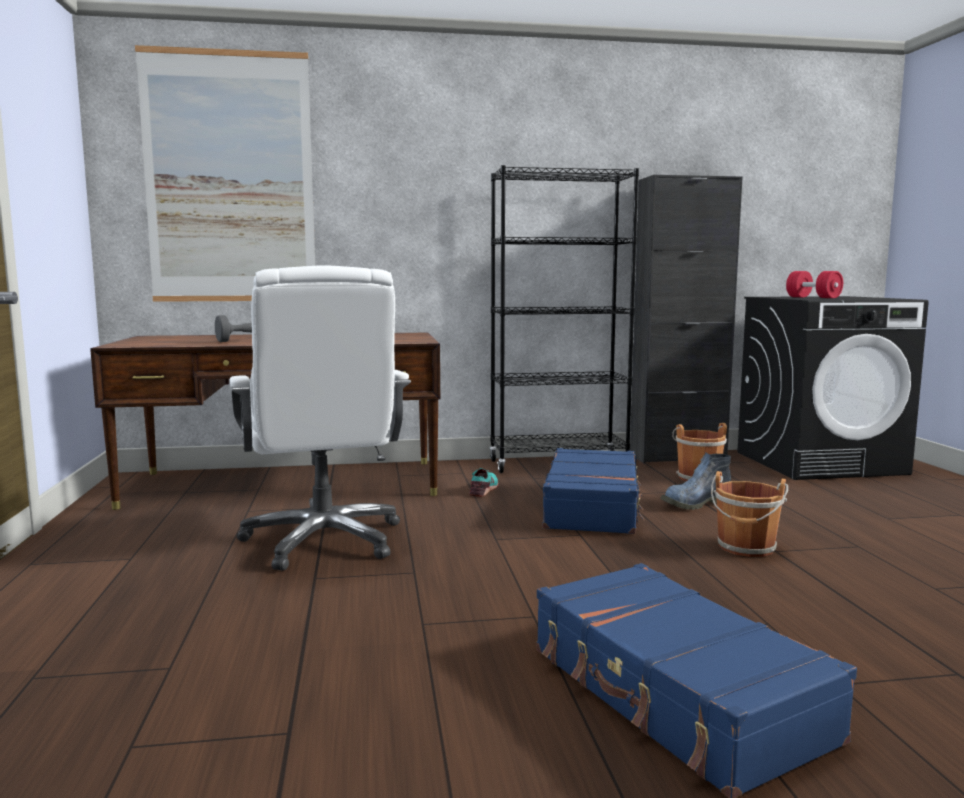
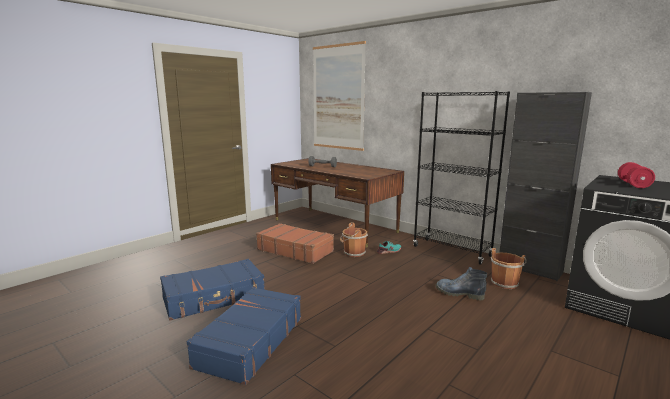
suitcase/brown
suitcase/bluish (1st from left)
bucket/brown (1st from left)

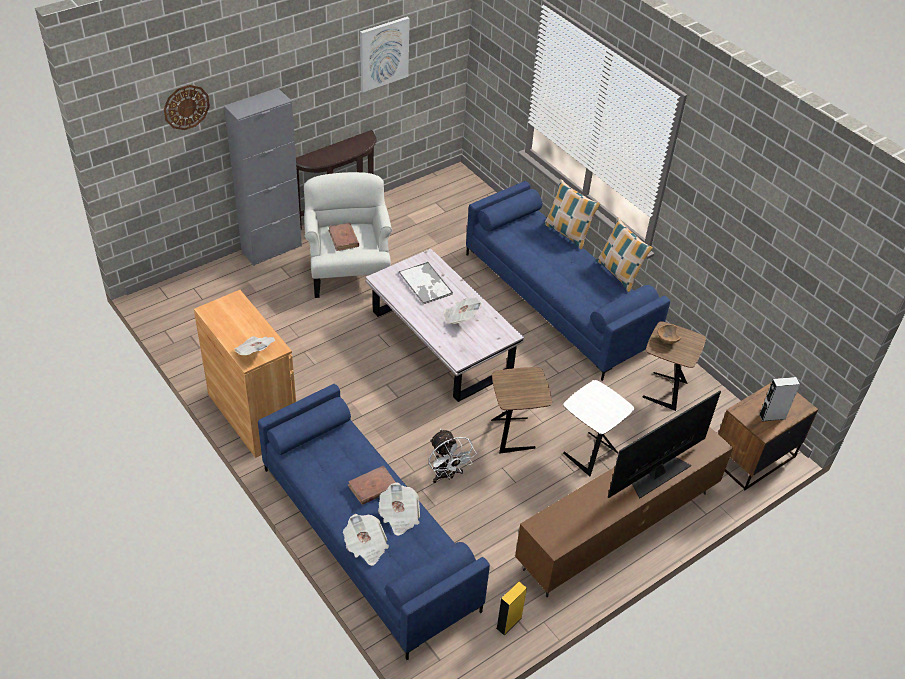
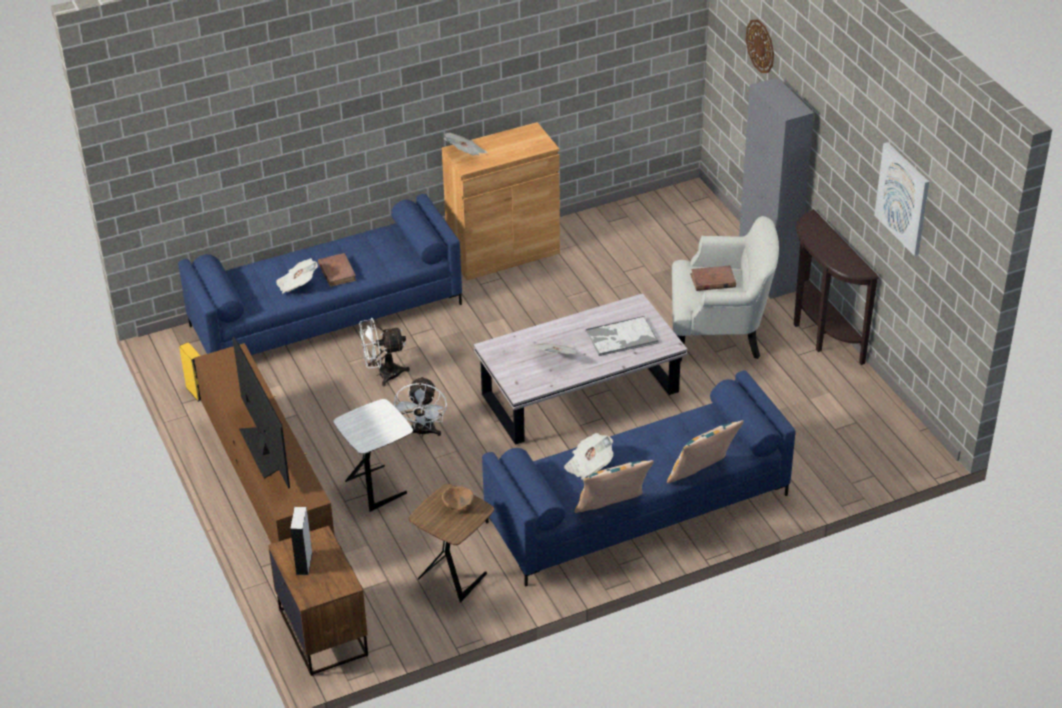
printed paper (4th from left)
electric fan/white-coloured (2nd from left)

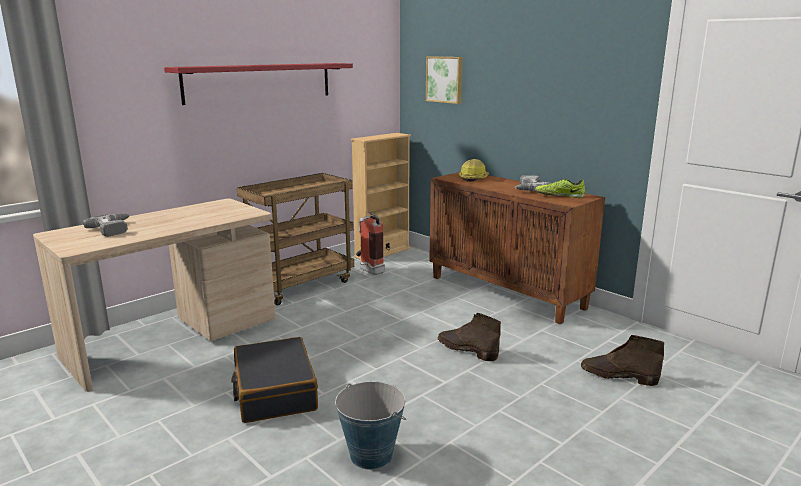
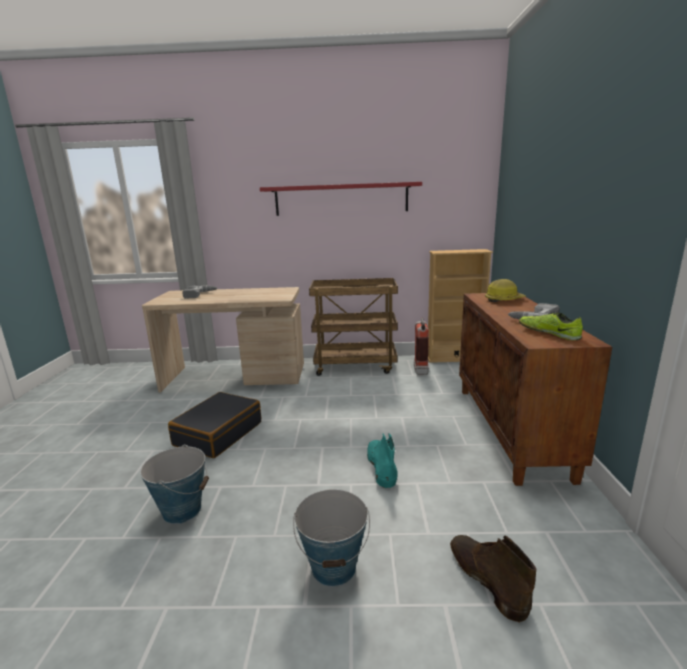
wall art
boot/blue-green
bucket (2nd from left)

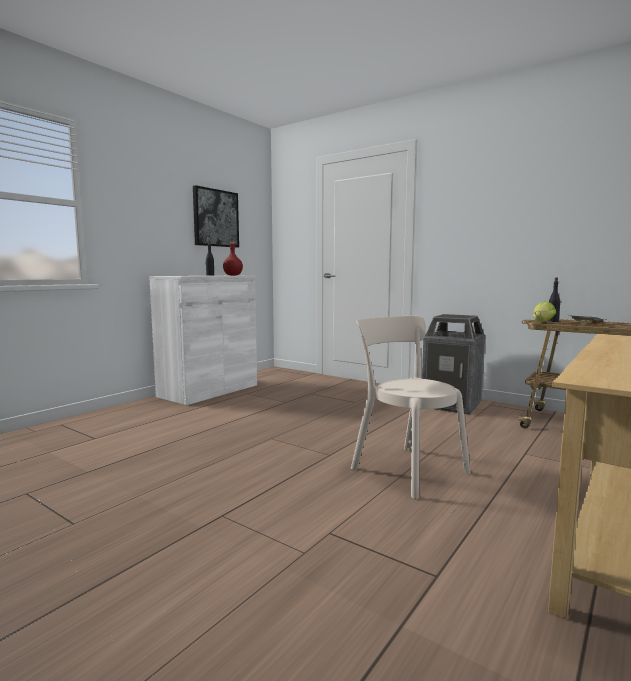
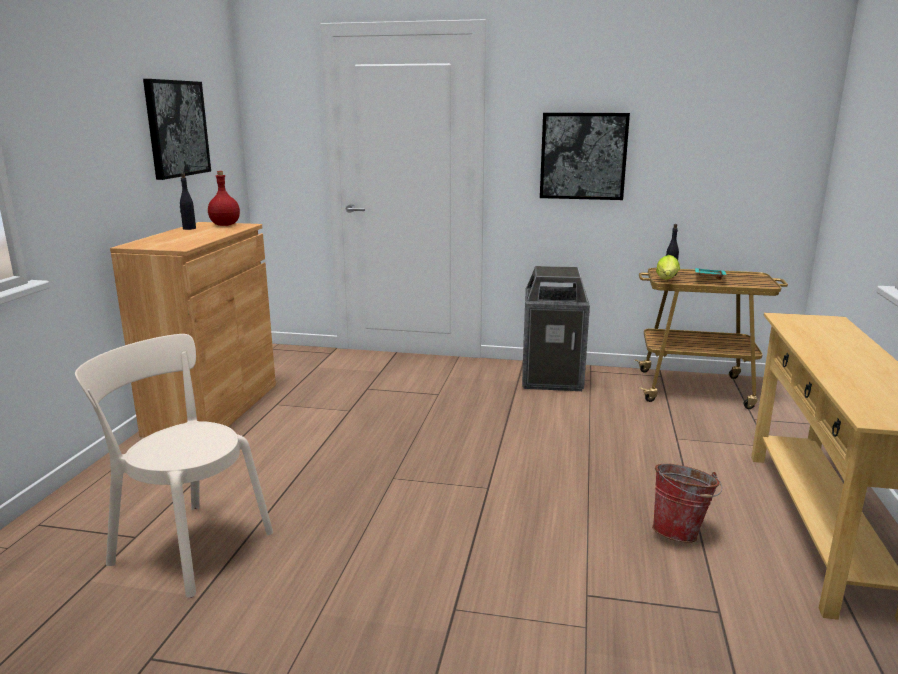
storage cabinet/brown
chair/beige-coloured
wall art (2nd from left)
bucket

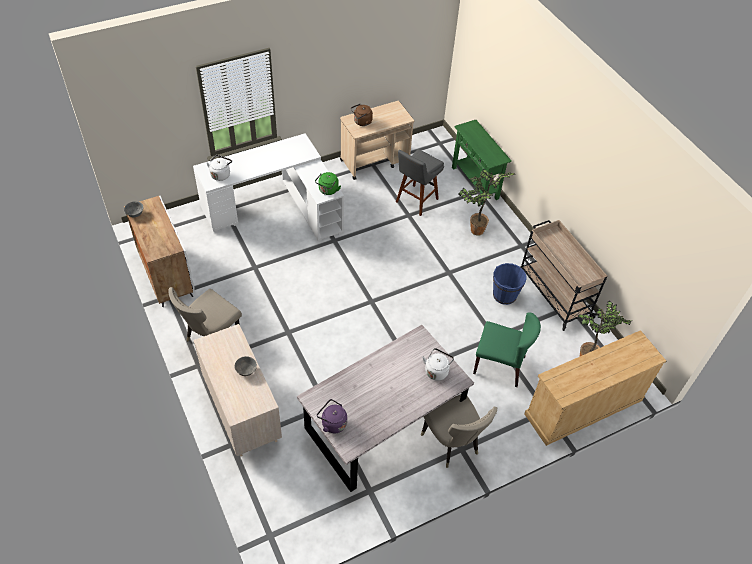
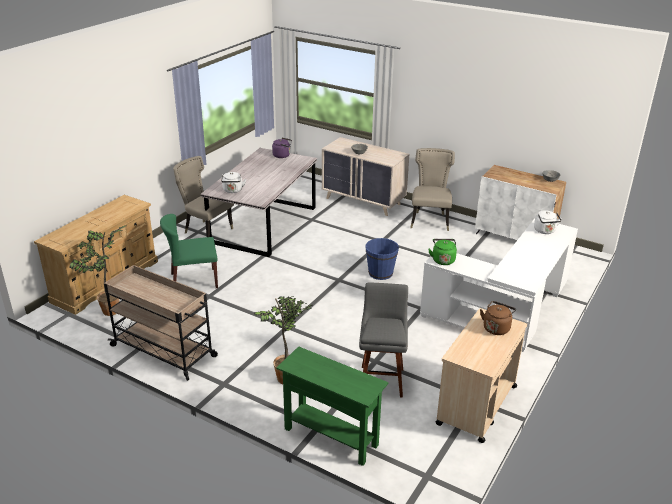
bucket/bluish

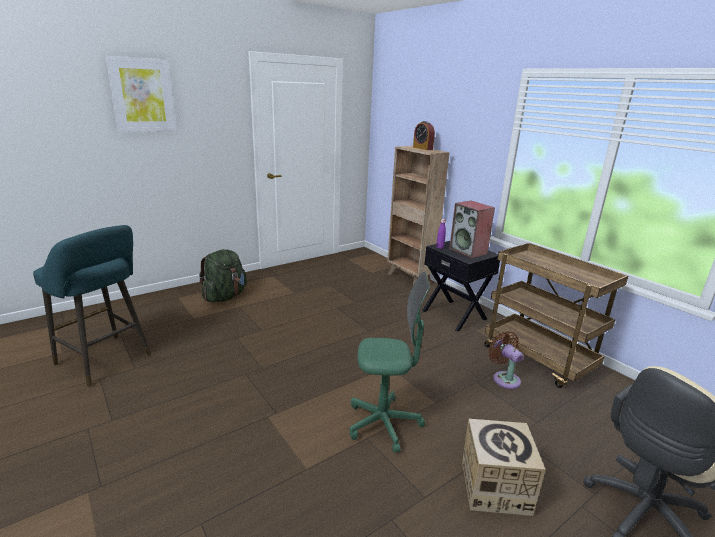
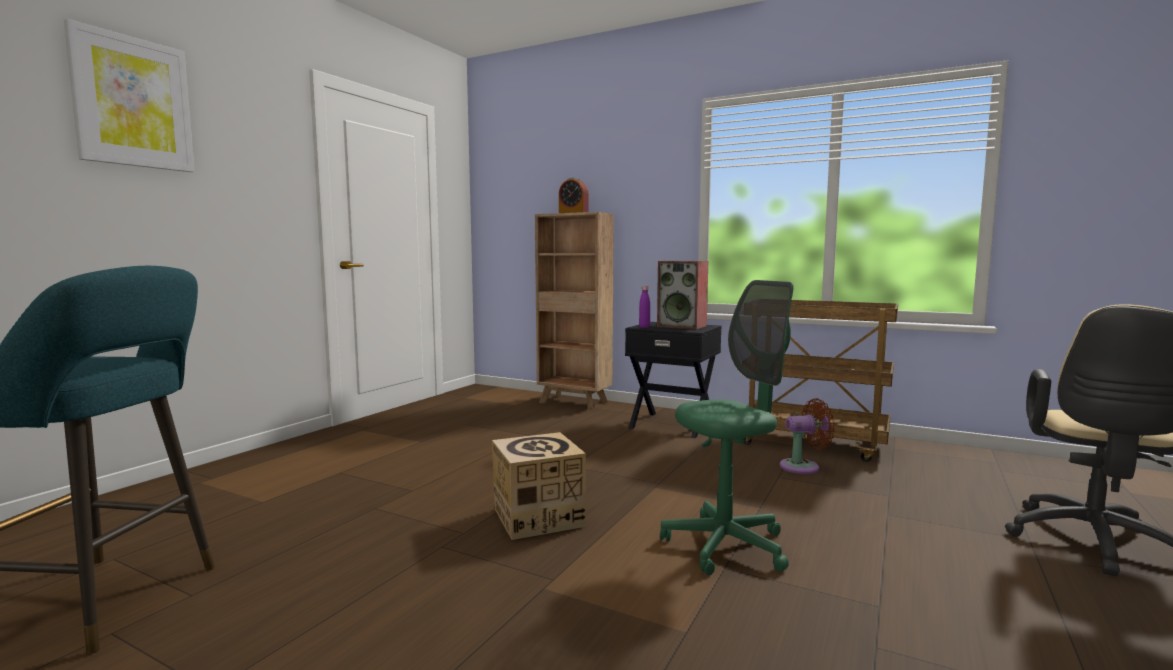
knapsack/greenish
cardboard box
electric fan/brown

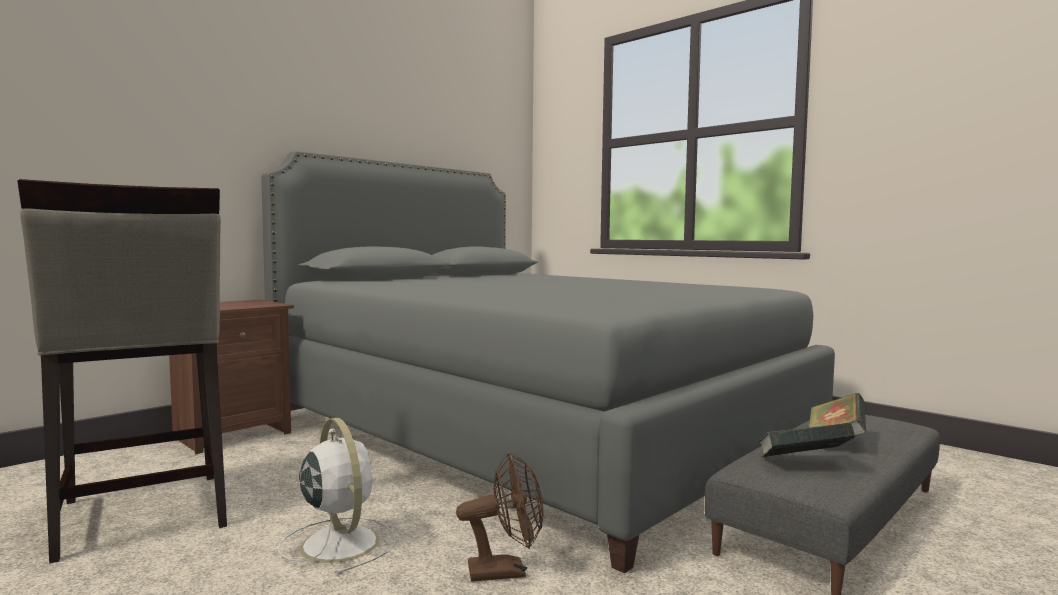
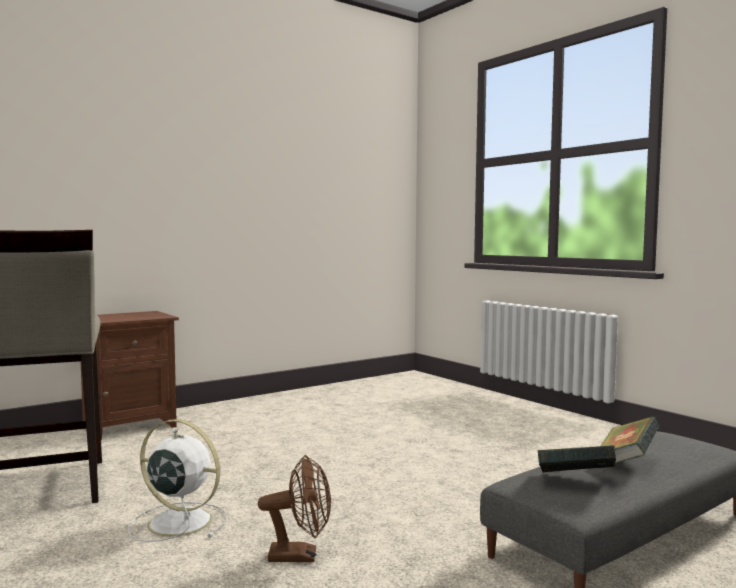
sleeping bed/greyish
electric fan/white-coloured

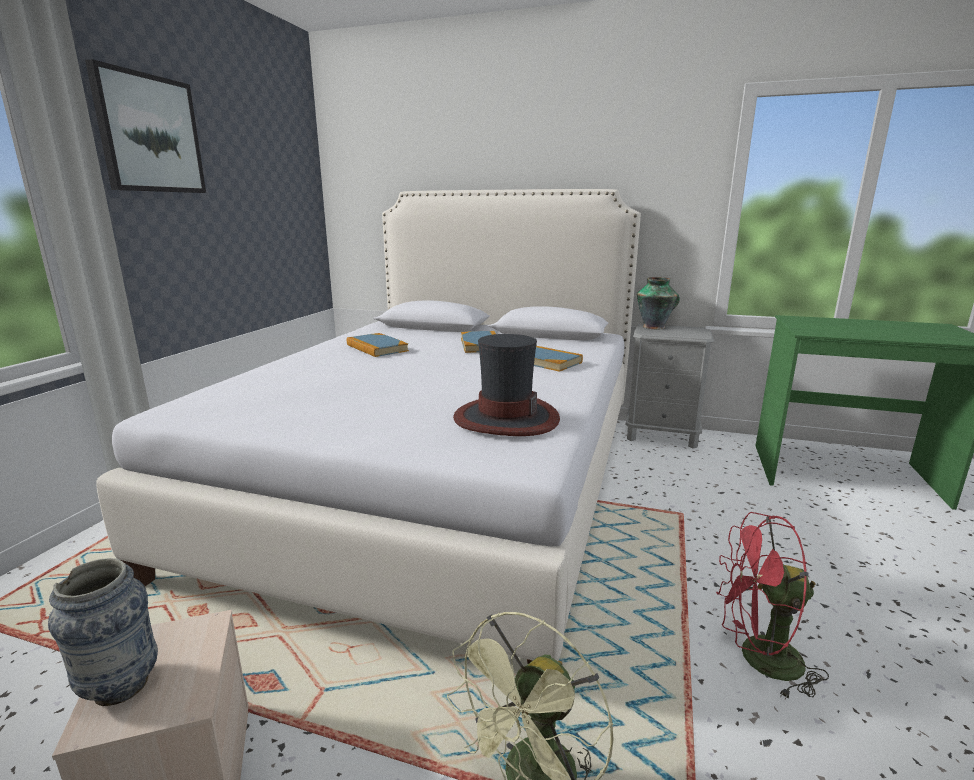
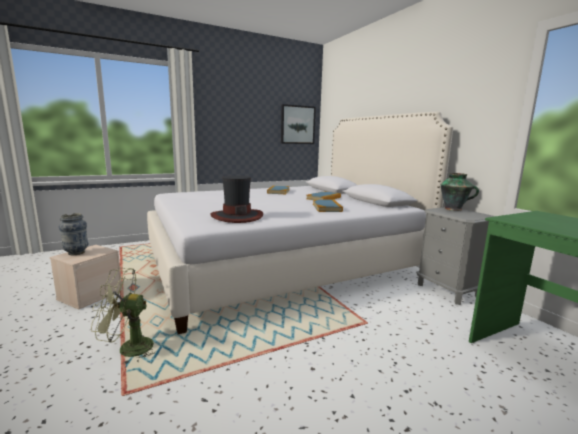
wall art
electric fan/red-coloured

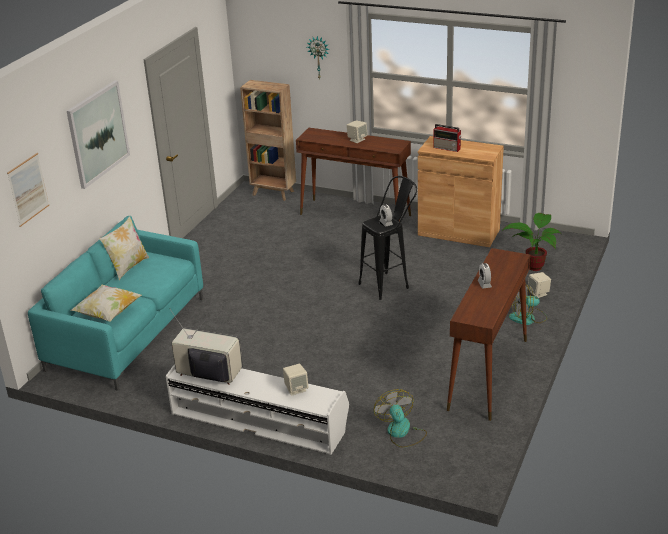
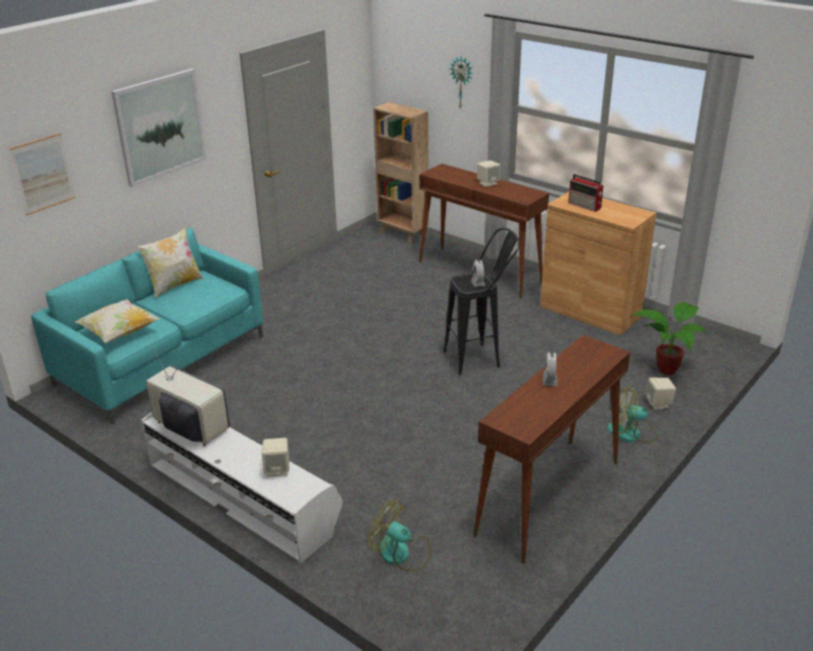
electric fan (1st from left)

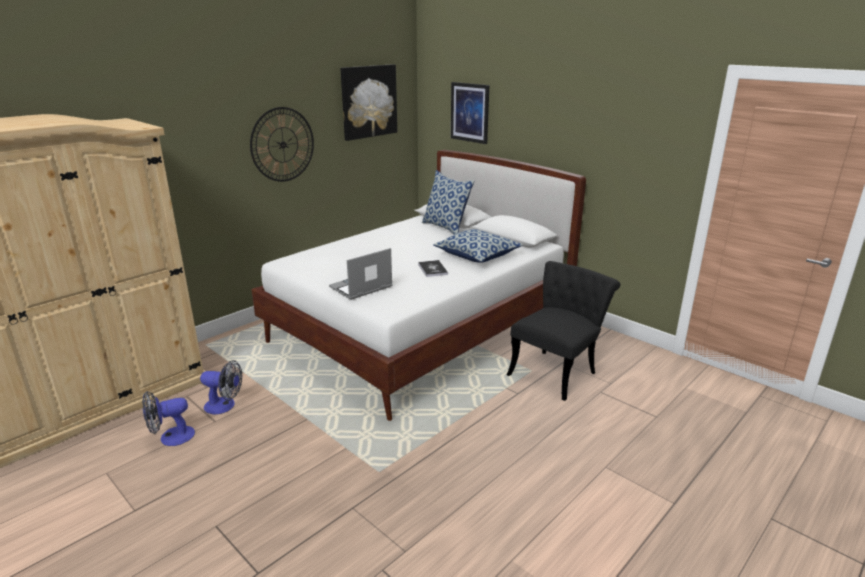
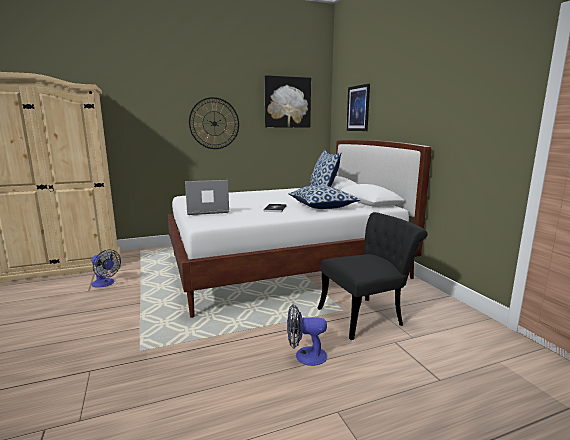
electric fan (2nd from left)

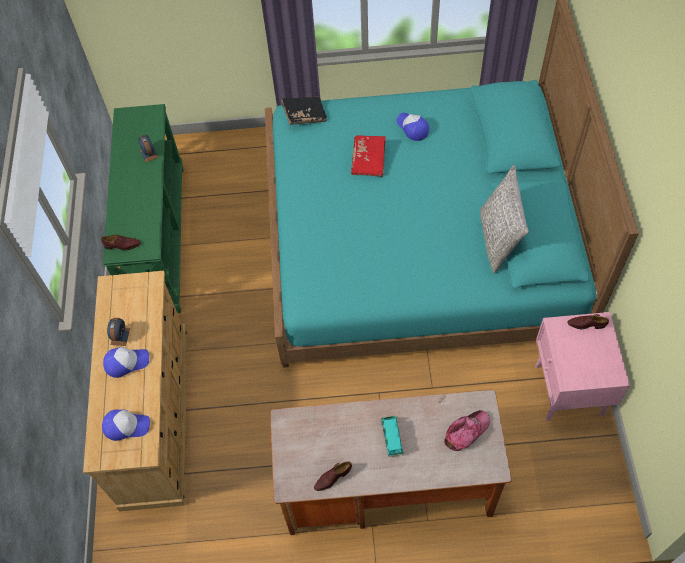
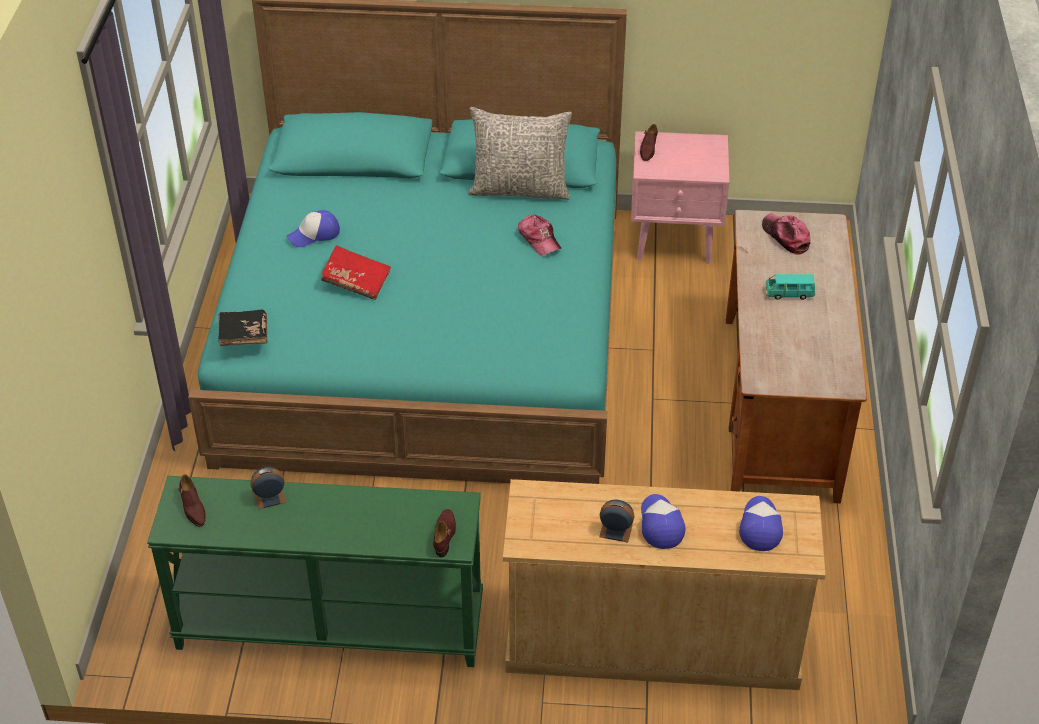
low shoe/brown (1st from left)
peaked cap (2nd from left)

